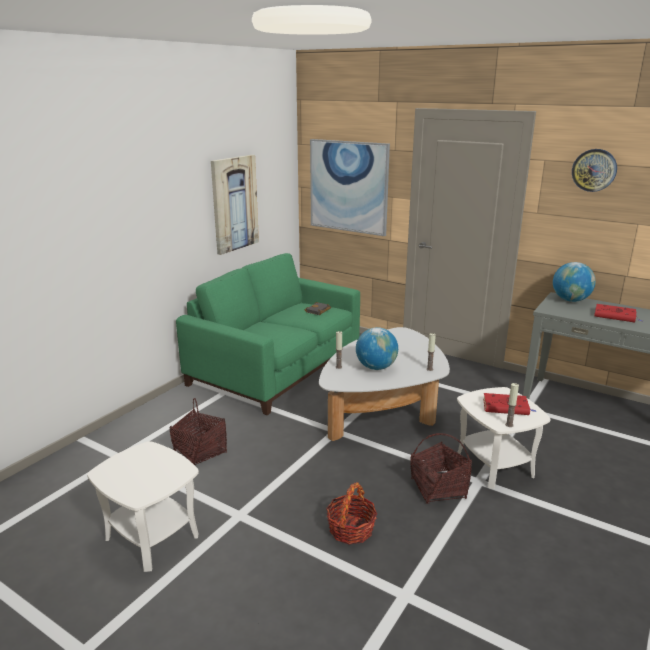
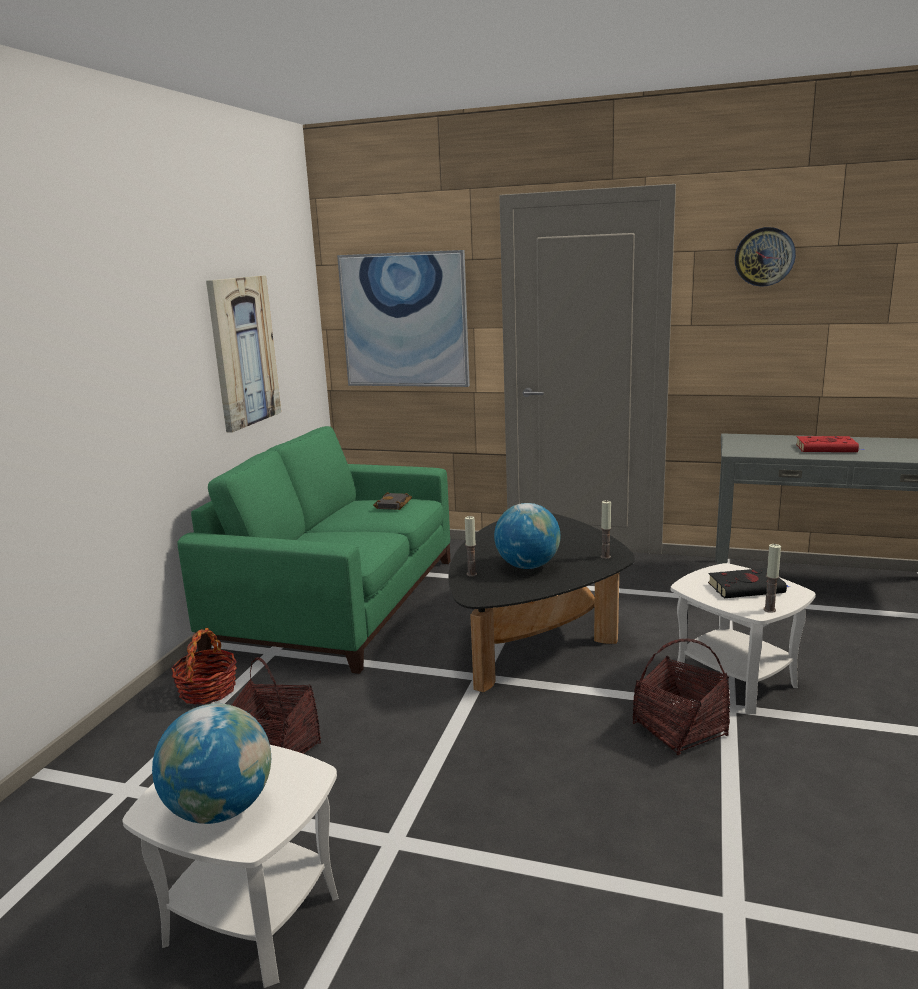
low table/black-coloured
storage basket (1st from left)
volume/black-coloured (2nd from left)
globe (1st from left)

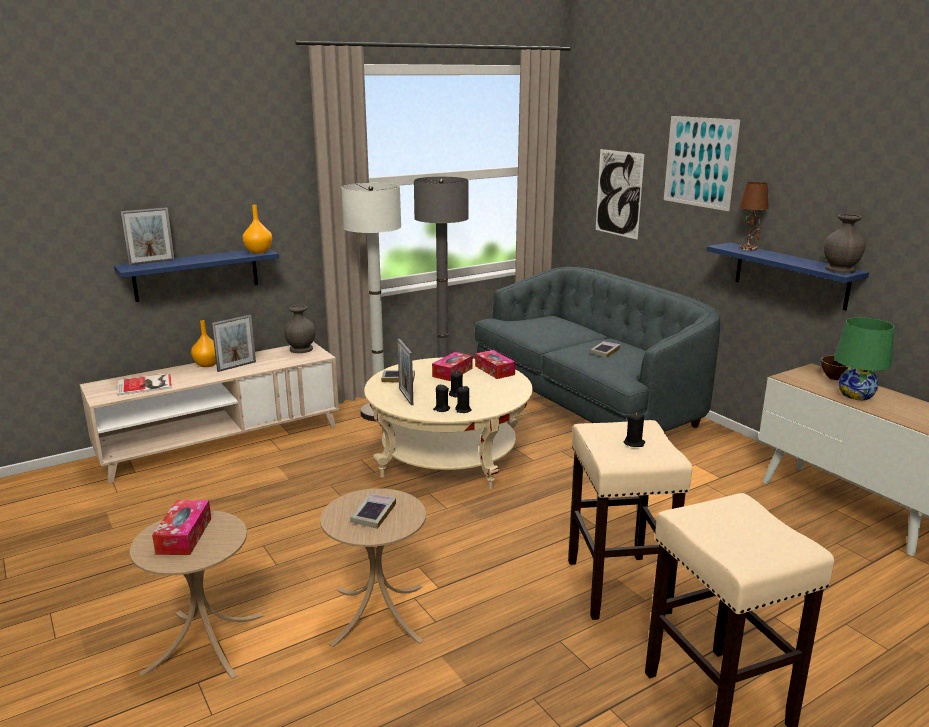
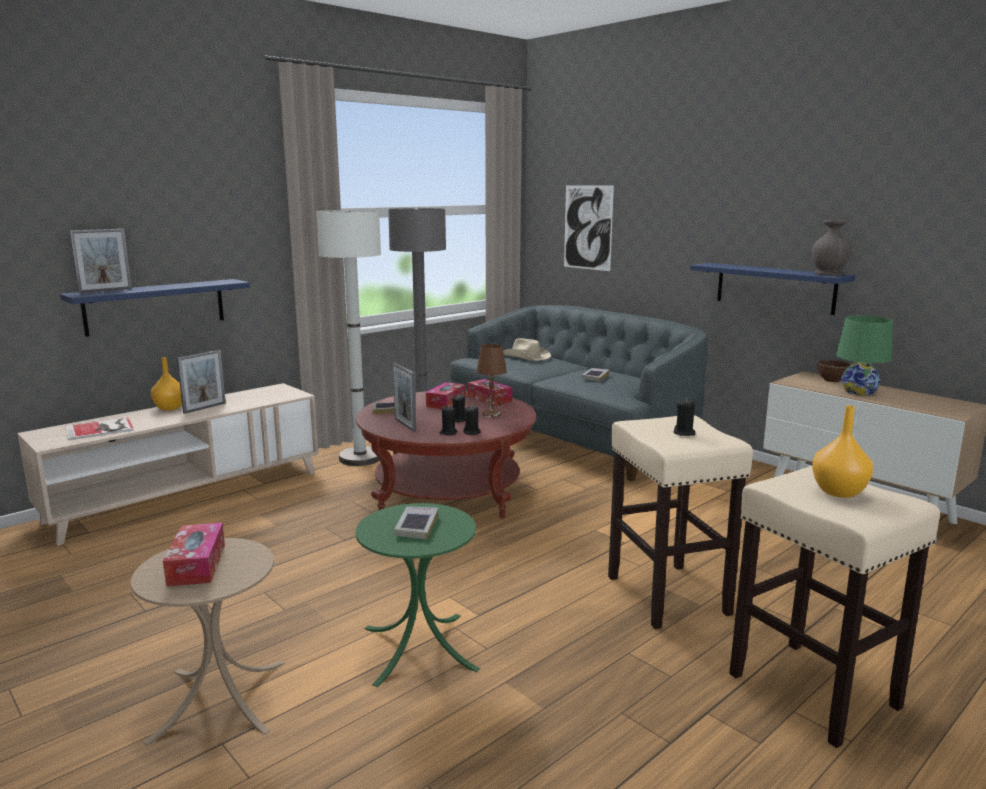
vase/orangey (2nd from left)
vase/greyish (1st from left in the first image)
end table/greenish
low table/red-coloured
wall art (2nd from left in the first image)
table lamp/brown
clothing hat/beige-coloured

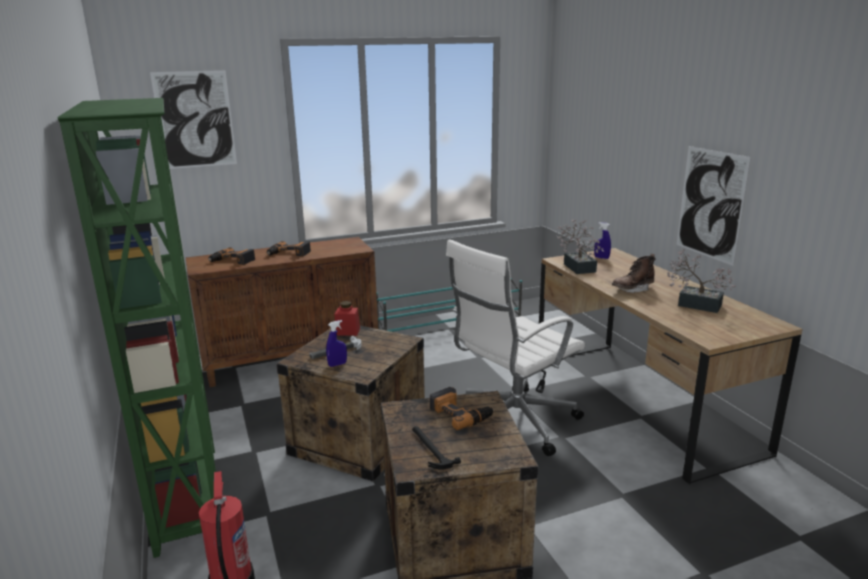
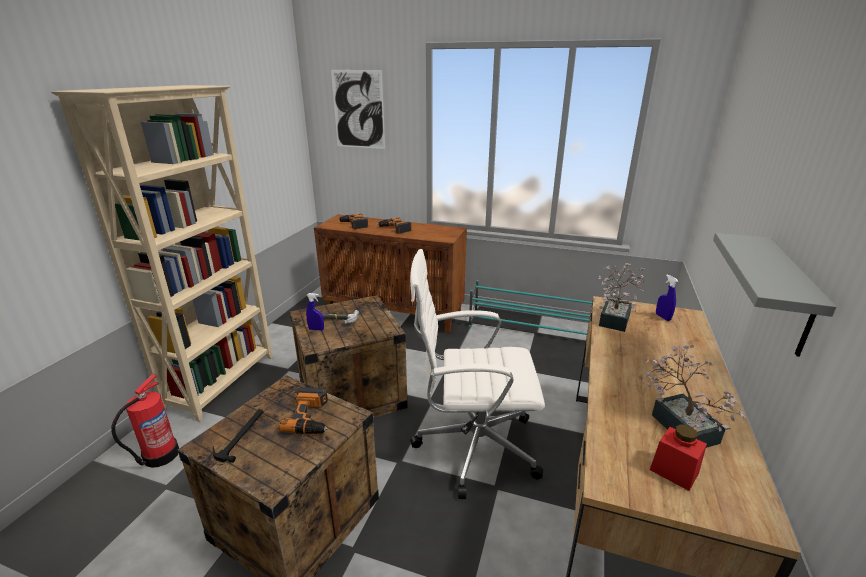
bookcase/beige-coloured
storage jar/red-coloured
boot/brown
bracket shelf/greyish

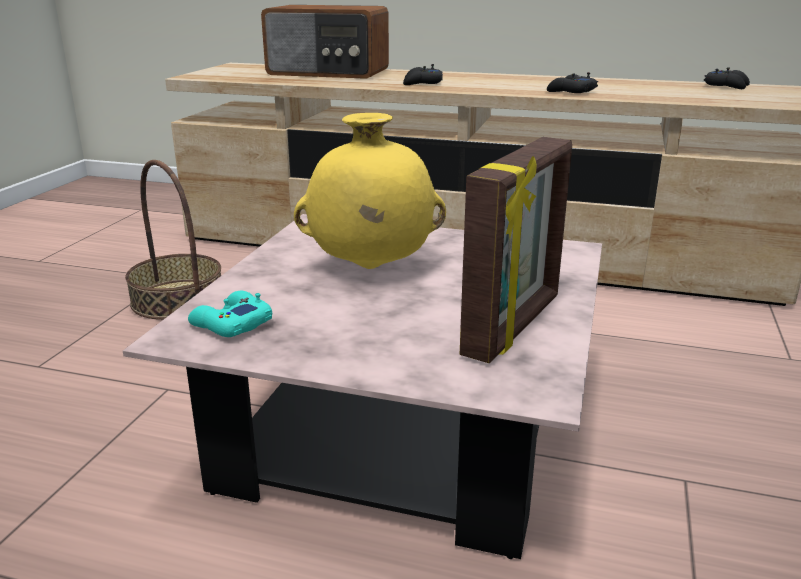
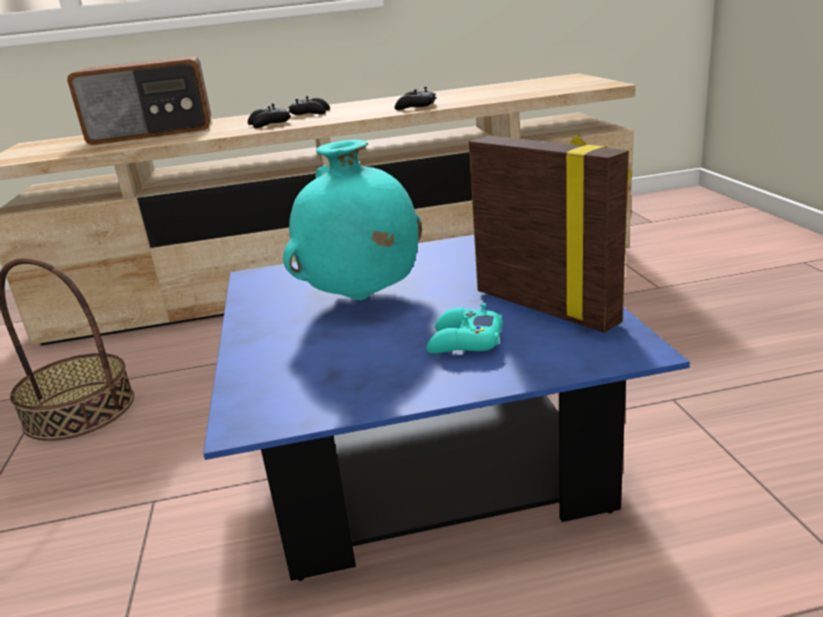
low table/bluish
gamepad/blue-green
vase/blue-green
photo frame
gamepad/black-coloured (2nd from left)

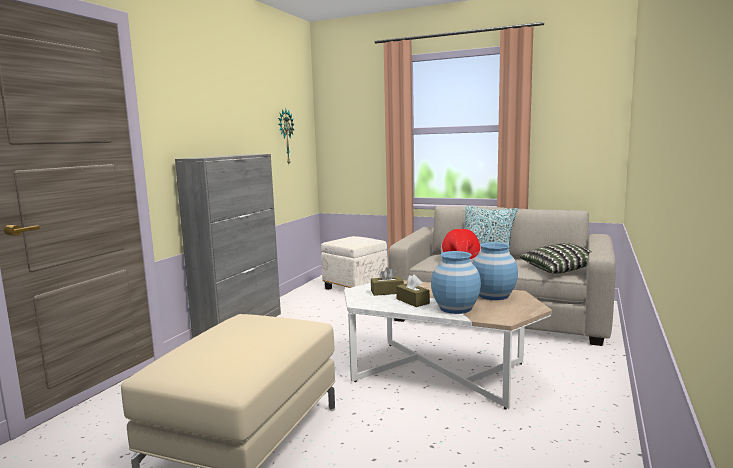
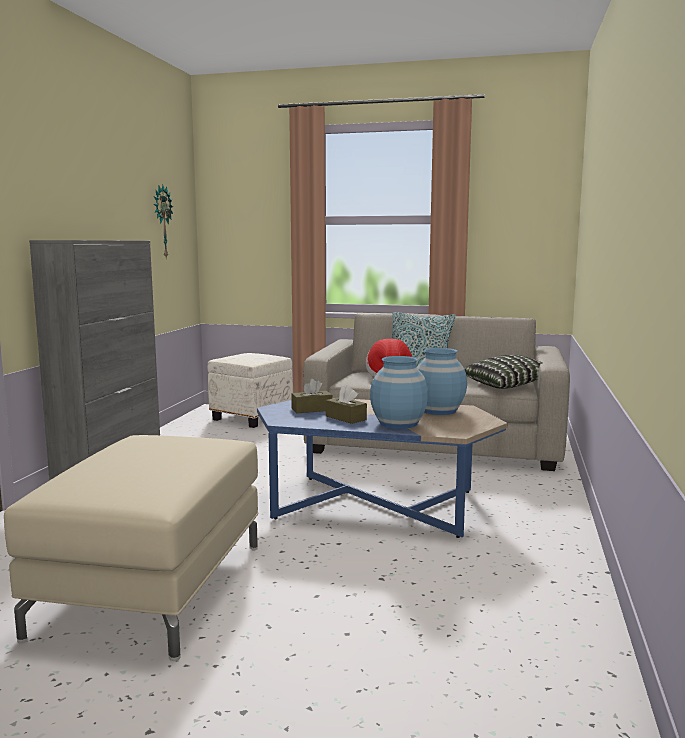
low table/bluish

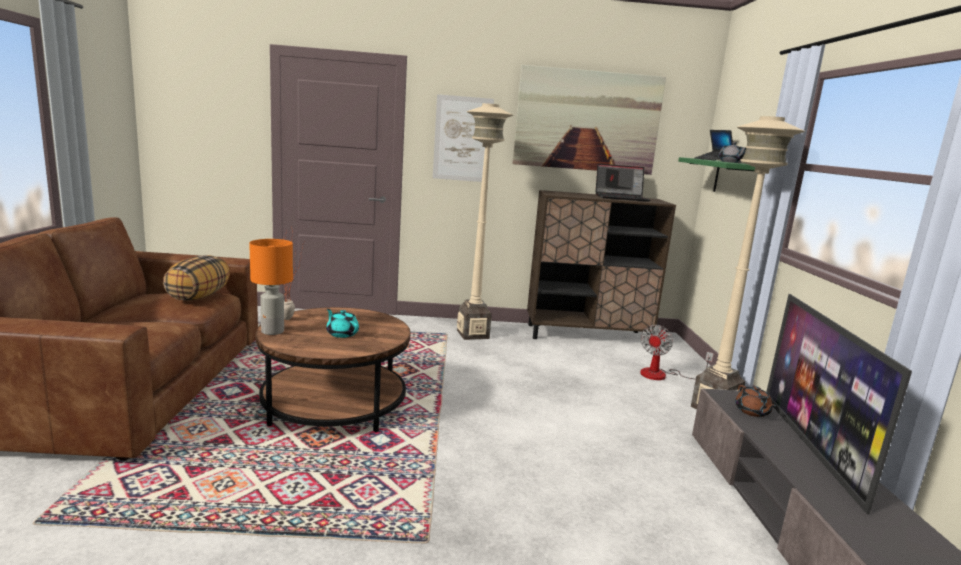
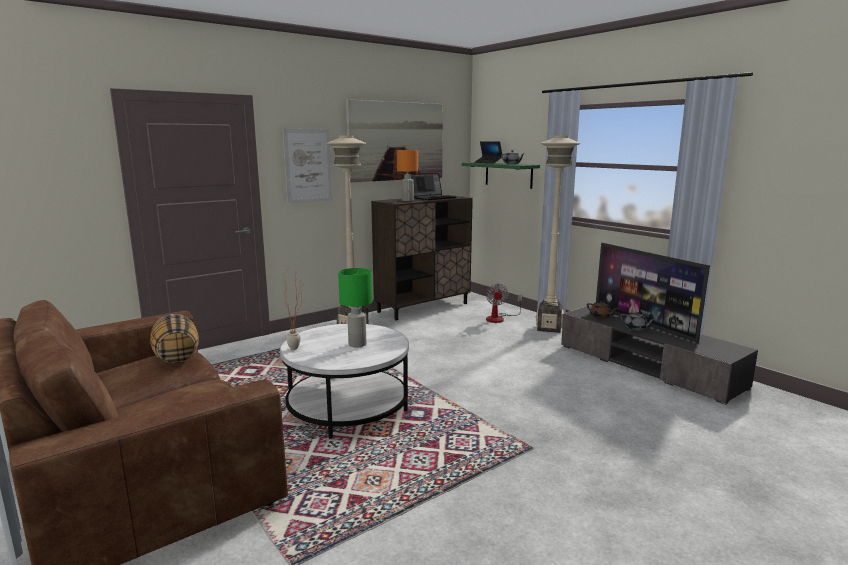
table lamp/orangey
low table/white-coloured
table lamp/greenish
tea pot/greyish (2nd from left)

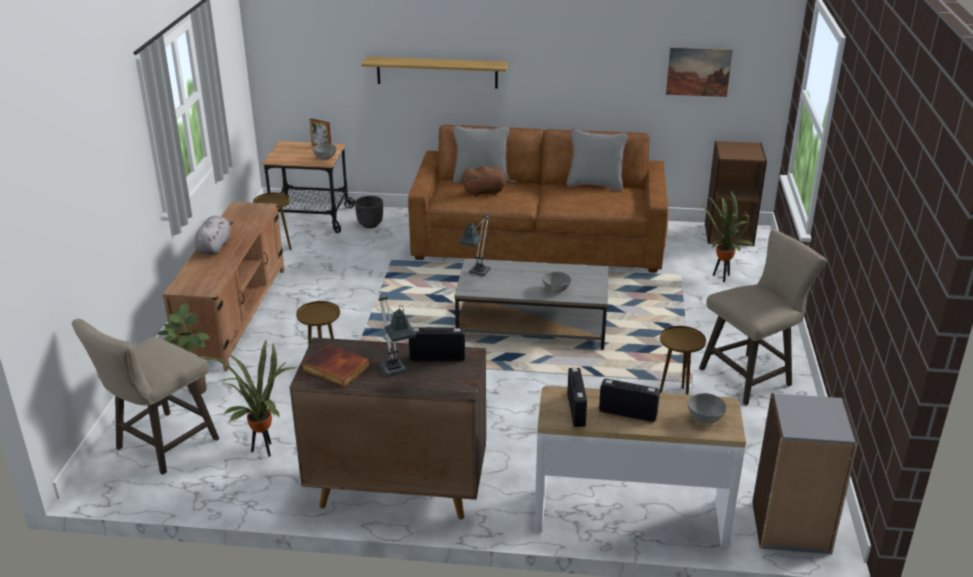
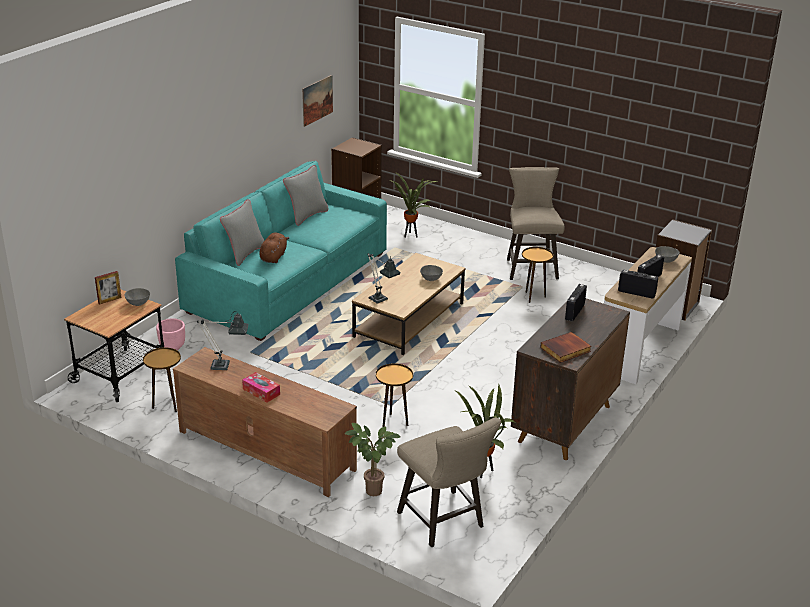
box of tissues
planter/pink
bracket shelf
table lamp (1st from left)
couch/blue-green
low table/brown

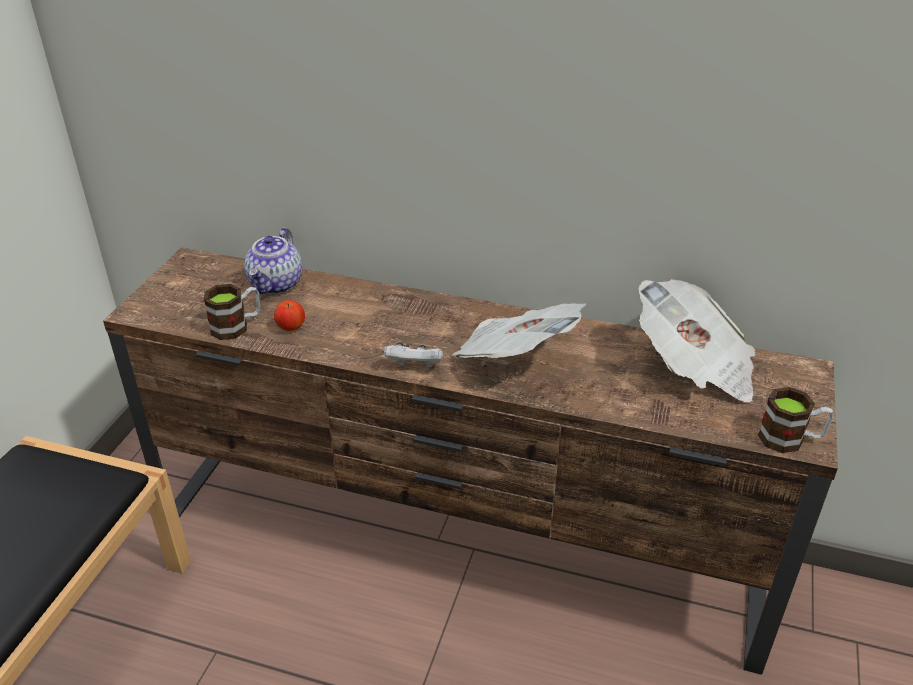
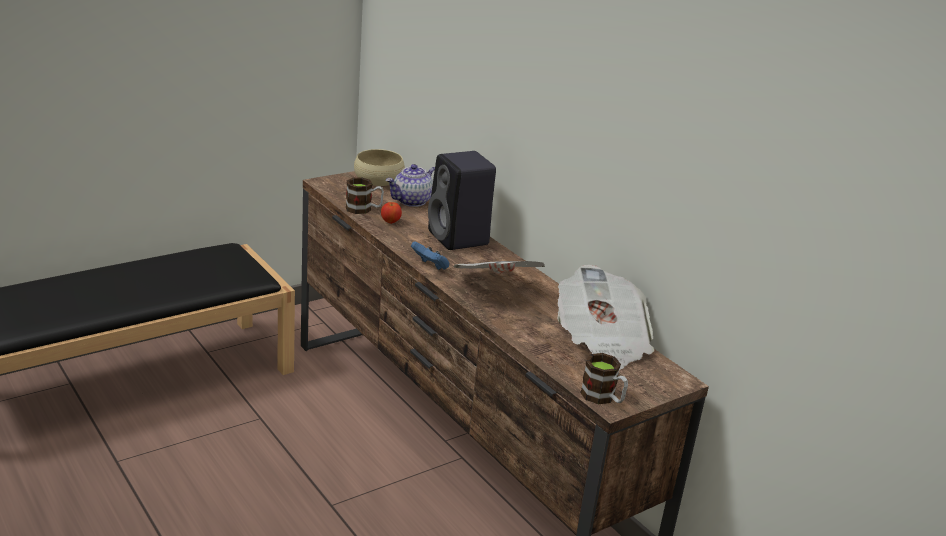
gamepad/bluish
bowl/beige-coloured
audio speaker/black-coloured

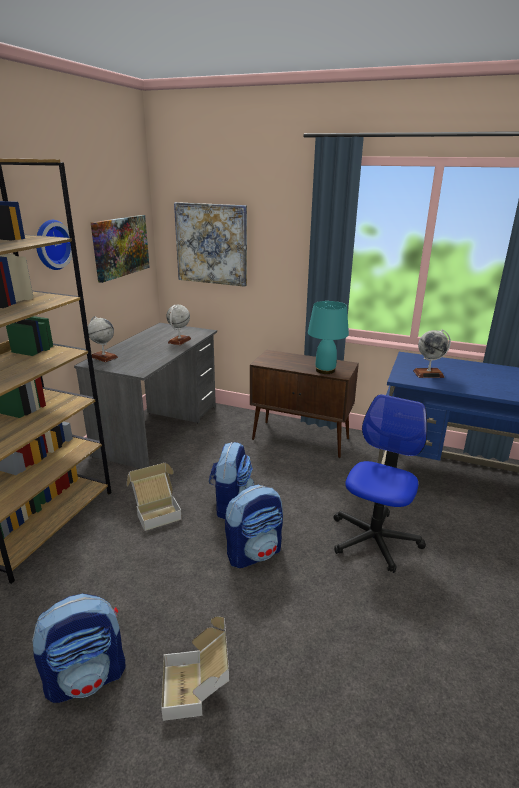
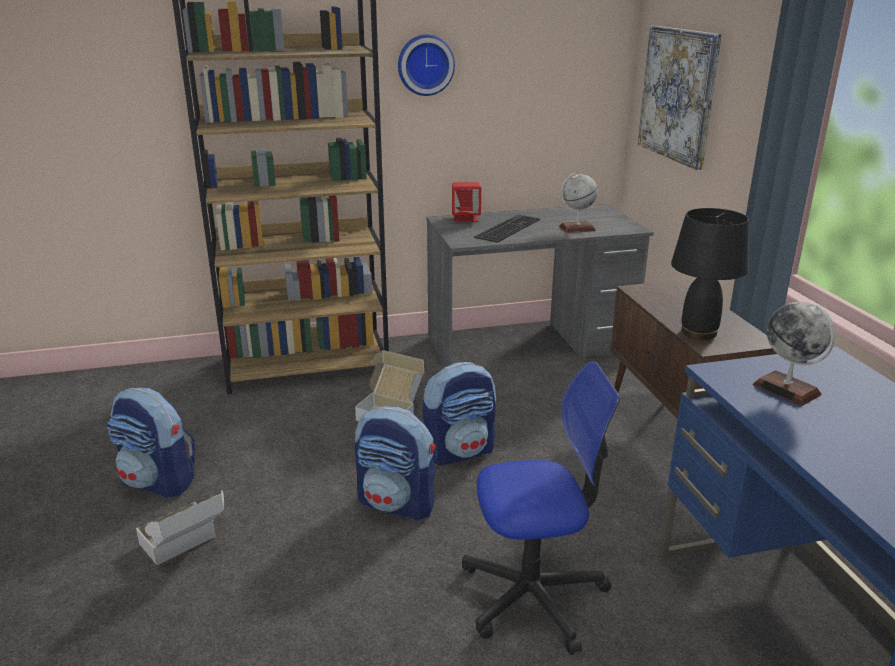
audio speaker/red-coloured
wall art (1st from left in the first image)
table lamp/black-coloured
PC keyboard

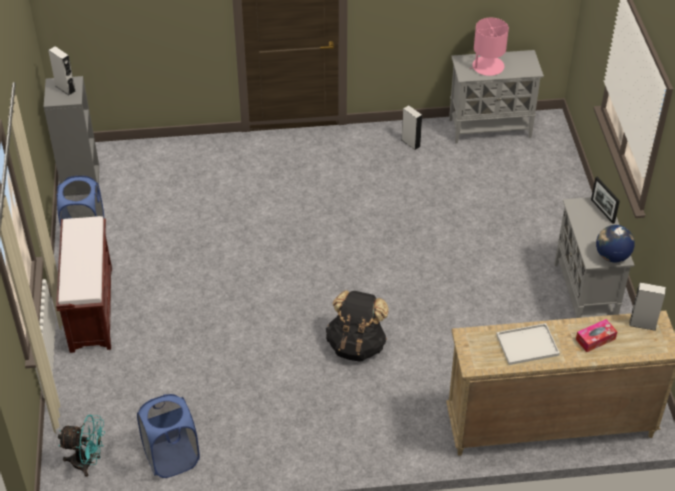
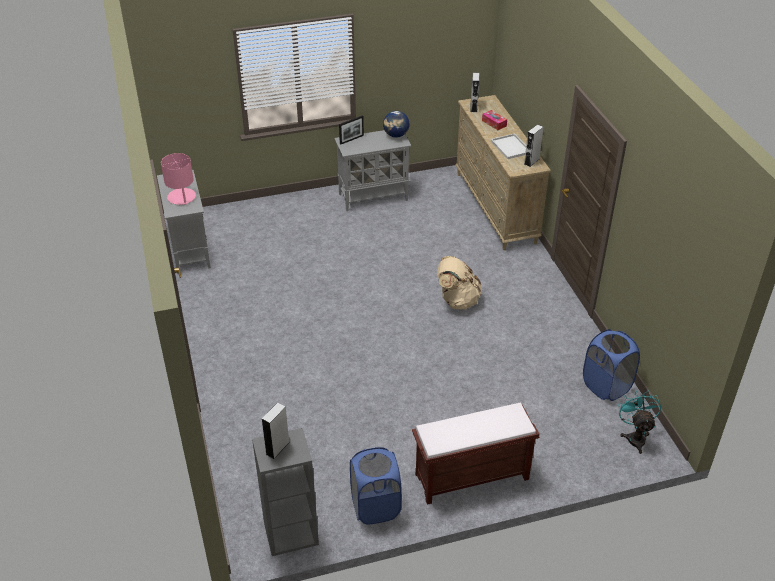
knapsack/beige-coloured
audio speaker/greyish (3rd from left)

